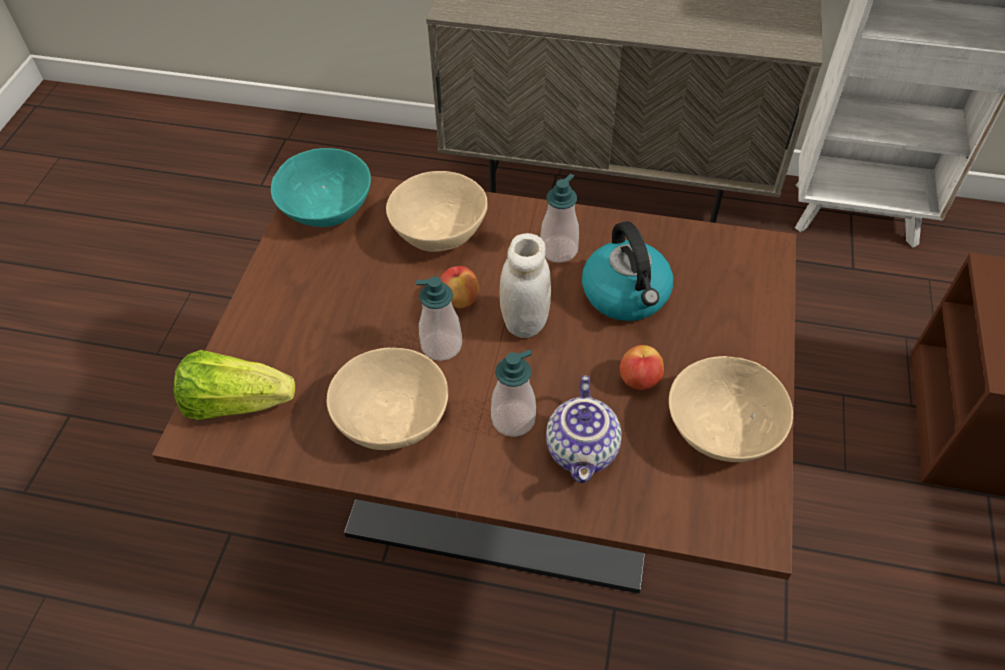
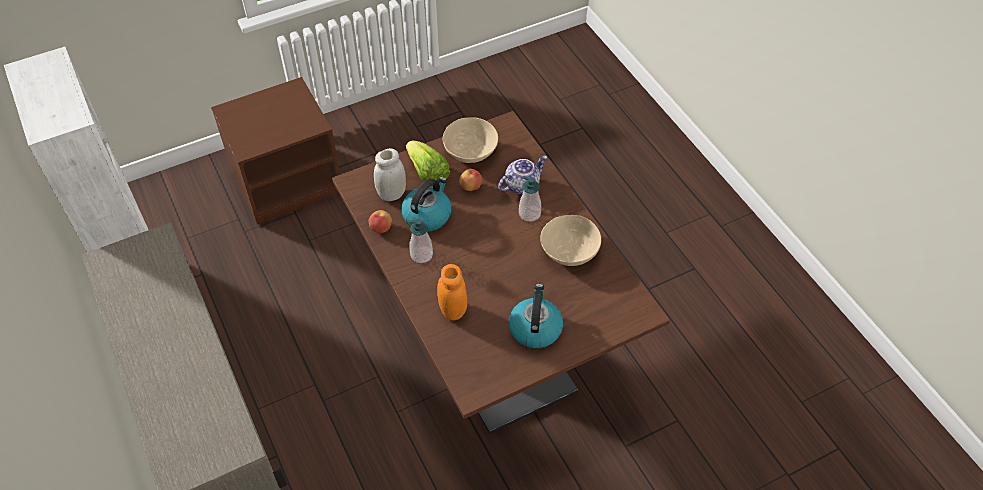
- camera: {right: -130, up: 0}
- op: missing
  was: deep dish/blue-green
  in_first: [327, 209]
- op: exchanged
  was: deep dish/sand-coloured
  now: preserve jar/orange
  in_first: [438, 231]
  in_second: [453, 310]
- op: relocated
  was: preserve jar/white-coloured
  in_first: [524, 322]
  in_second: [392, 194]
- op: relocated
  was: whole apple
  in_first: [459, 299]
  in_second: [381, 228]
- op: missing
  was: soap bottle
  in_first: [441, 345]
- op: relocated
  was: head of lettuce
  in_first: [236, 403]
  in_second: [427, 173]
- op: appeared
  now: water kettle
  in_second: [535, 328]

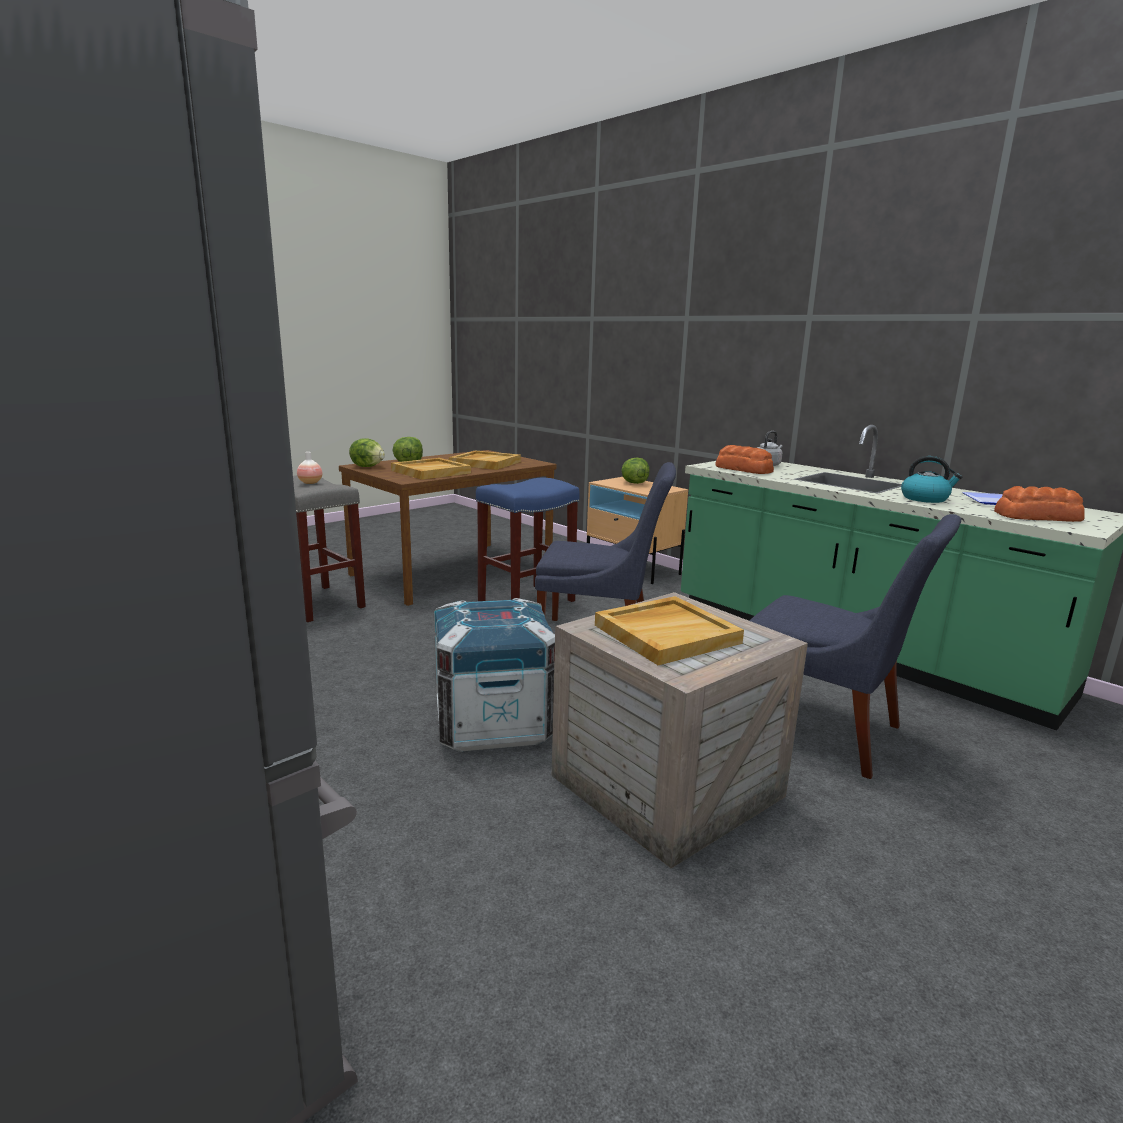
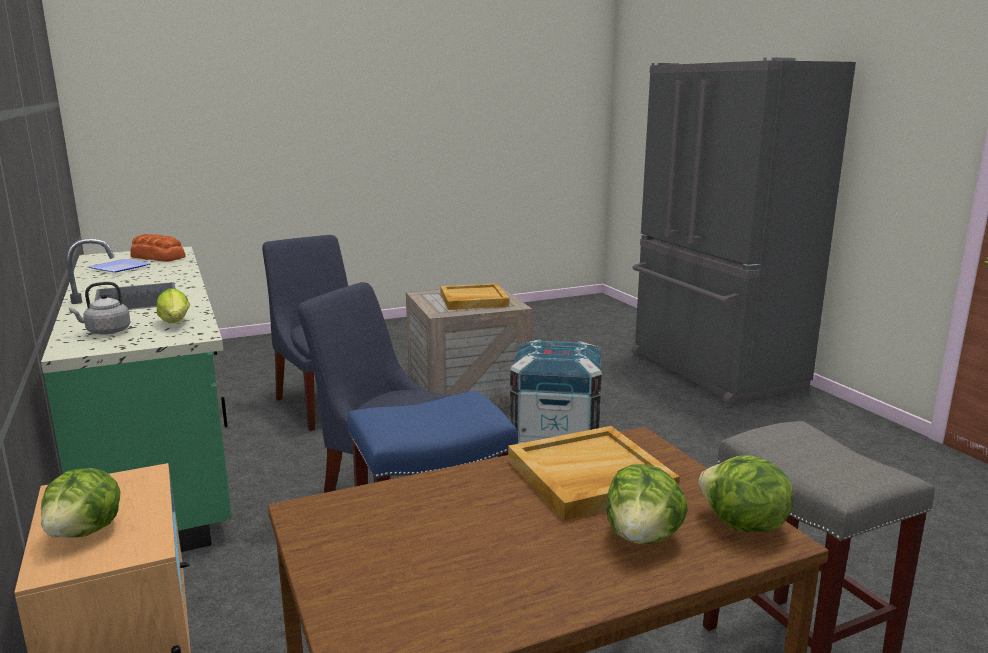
- camera: {right: -160, up: 0}
- op: exchanged
  was: baked bread
  now: head of lettuce
  in_first: [744, 469]
  in_second: [175, 323]
- op: missing
  was: tray/sand-coloured
  in_first: [485, 463]
- op: missing
  was: decorative vase
  in_first: [310, 483]
- op: missing
  was: water kettle
  in_first: [925, 499]

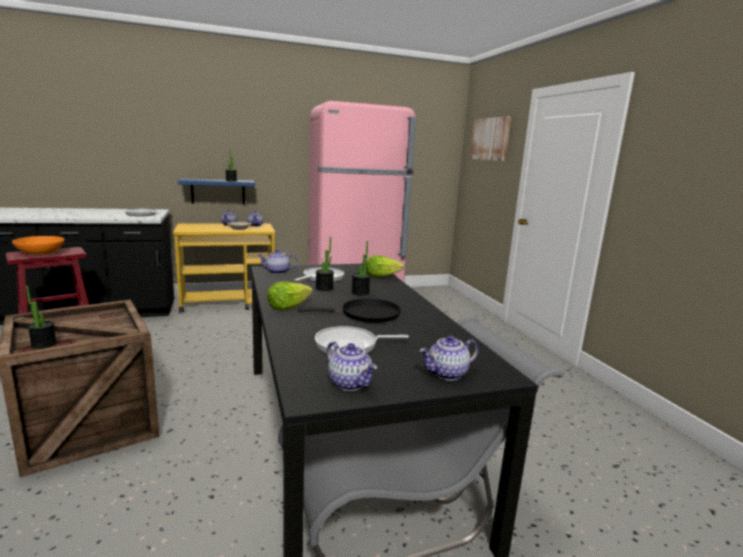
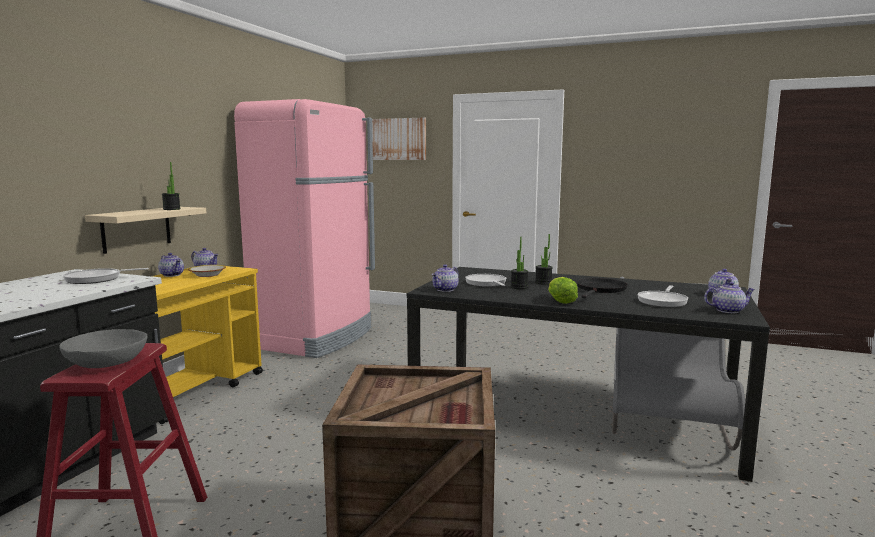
- camera: {right: -50, up: -5}
- op: colour
  was: shelf/bluish
  now: shelf/sand-coloured
  in_first: [218, 191]
  in_second: [136, 229]
- op: colour
  was: deep dish/orange
  now: deep dish/grey
  in_first: [40, 253]
  in_second: [107, 363]
- op: missing
  was: head of lettuce
  in_first: [382, 276]
- op: missing
  was: potted plant
  in_first: [44, 344]

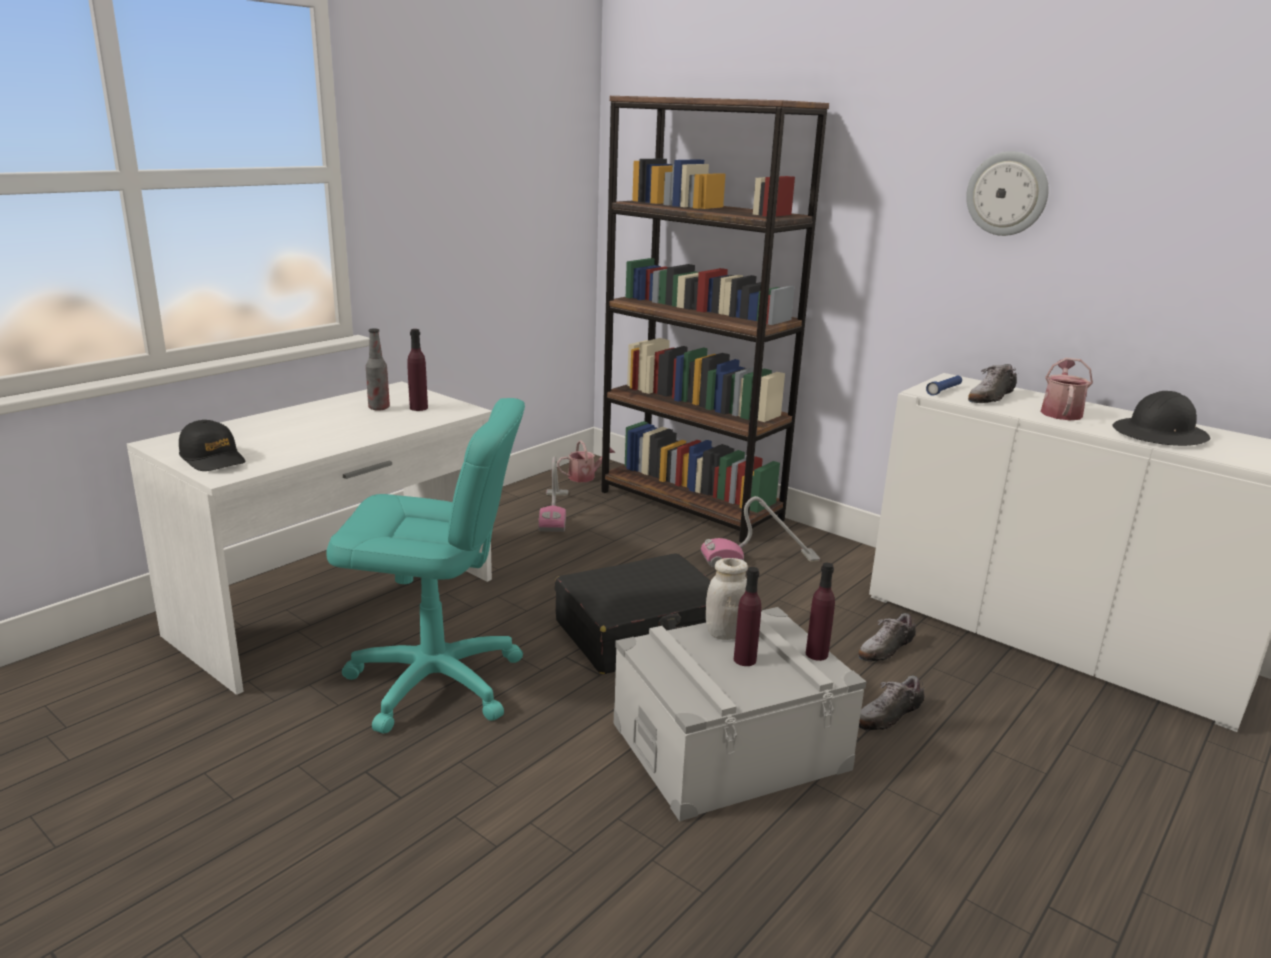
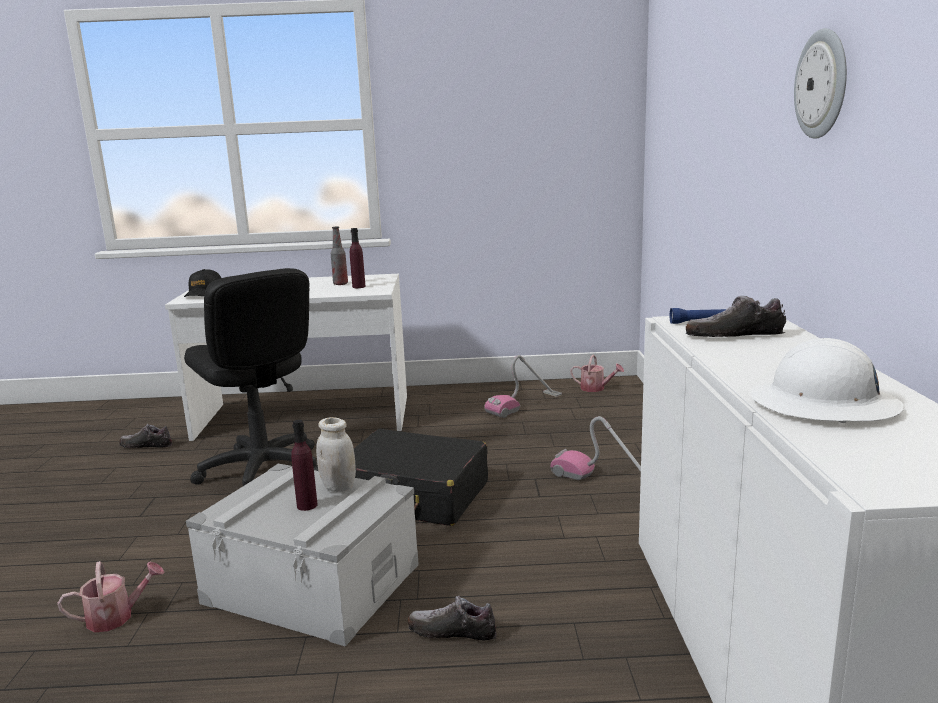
- camera: {right: 50, up: -5}
- op: missing
  was: shelving unit/brown
  in_first: [691, 506]
- op: relocated
  was: watering can
  in_first: [1060, 412]
  in_second: [117, 616]
- op: colour
  was: work helmet/black-coloured
  now: work helmet/white-coloured
  in_first: [1160, 435]
  in_second: [823, 404]
- op: colour
  was: computer chair/blue-green
  now: computer chair/black-coloured
  in_first: [435, 682]
  in_second: [262, 471]
- op: missing
  was: bottle/purplish
  in_first: [816, 654]
- op: relocated
  was: shoe
  in_first: [885, 649]
  in_second: [146, 446]

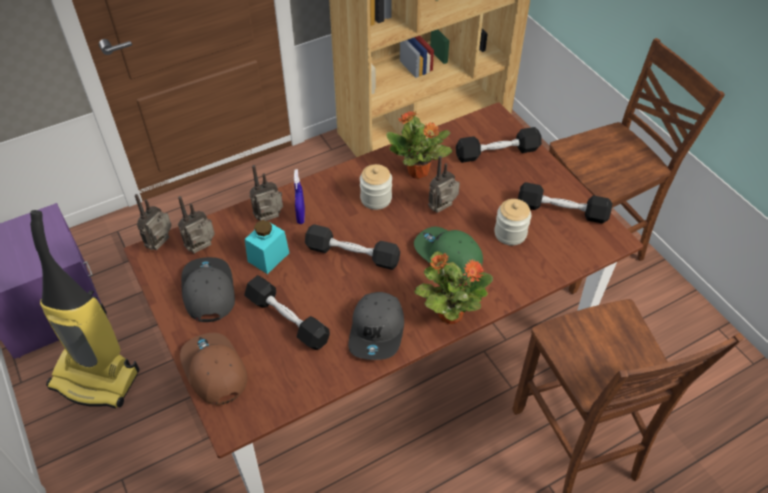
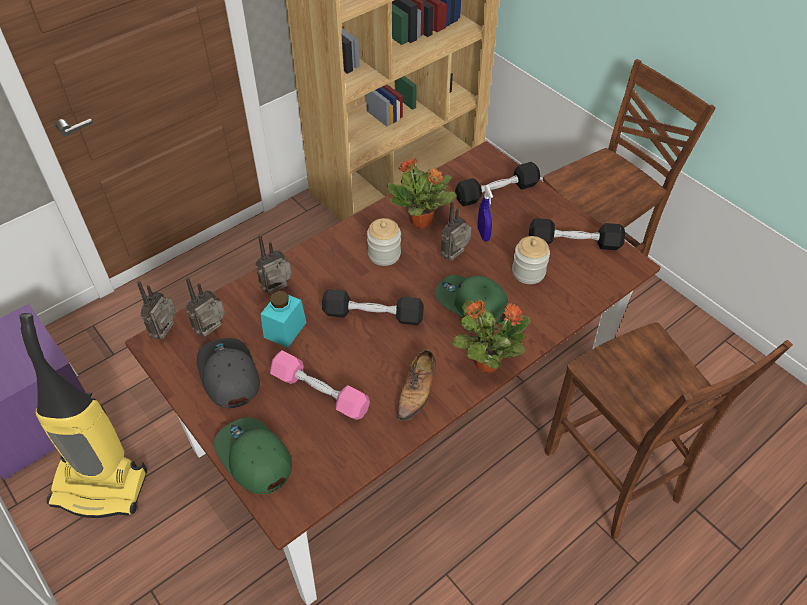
- camera: {right: -10, up: 0}
- op: relocated
  was: spray bottle/bluish
  in_first: [301, 216]
  in_second: [483, 234]
- op: colour
  was: dumbbell/black-coloured
  now: dumbbell/pinkish
  in_first: [287, 319]
  in_second: [320, 392]
- op: exchanged
  was: peaked cap/grey
  now: shoe
  in_first: [377, 331]
  in_second: [417, 391]
- op: colour
  was: peaked cap/brown
  now: peaked cap/green-coloured
  in_first: [214, 371]
  in_second: [253, 458]

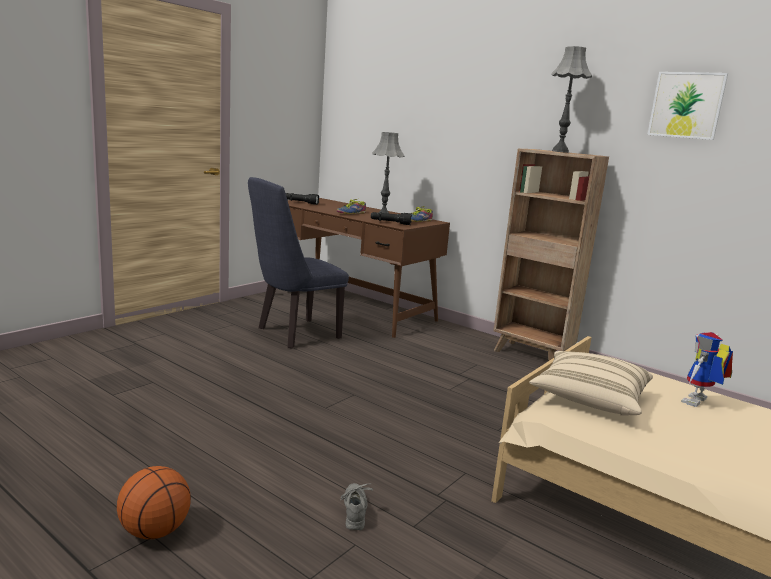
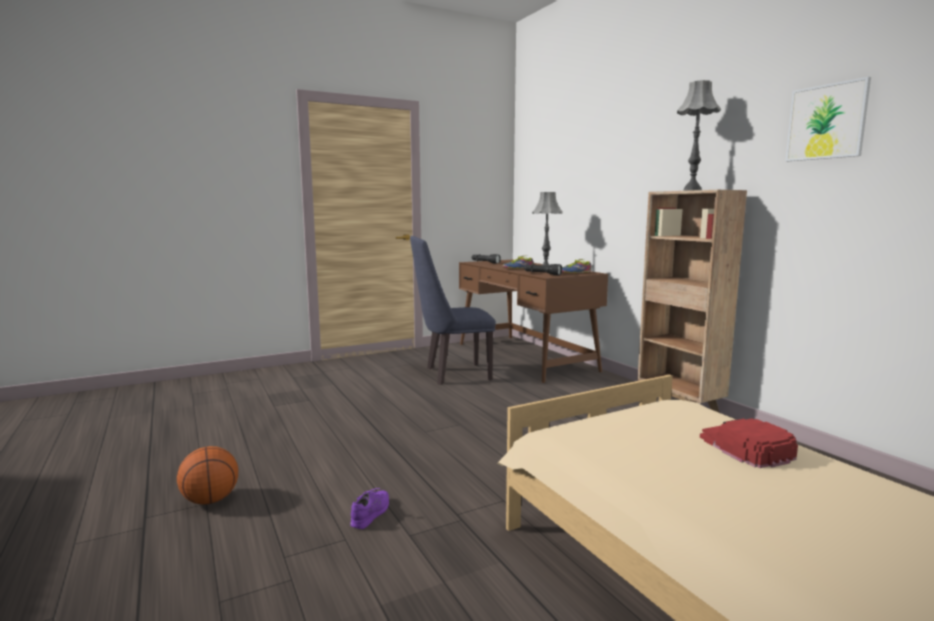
- camera: {right: 25, up: -5}
- op: exchanged
  was: model robot
  now: peaked cap/red
  in_first: [698, 403]
  in_second: [744, 448]
- op: missing
  was: cushion/sand-coloured
  in_first: [589, 399]
- op: colour
  was: shoe/grey
  now: shoe/purplish
  in_first: [355, 510]
  in_second: [371, 513]

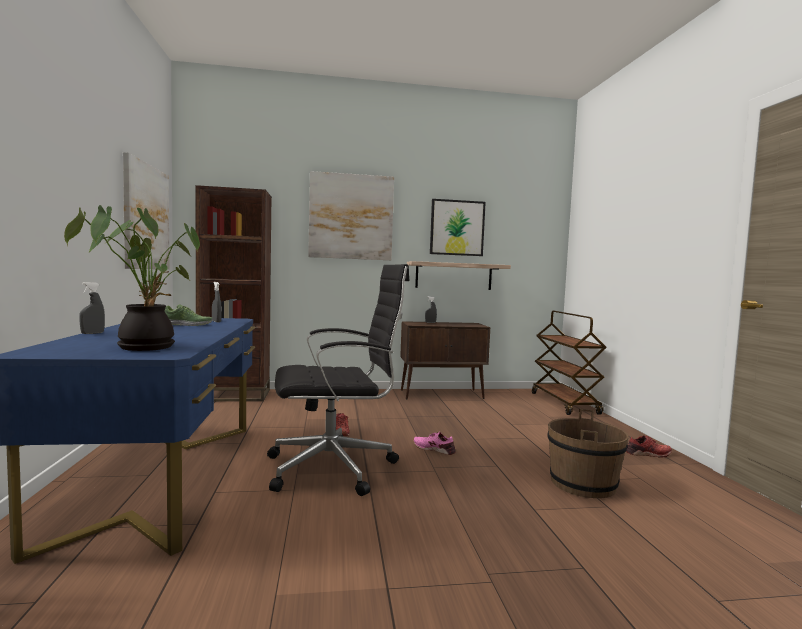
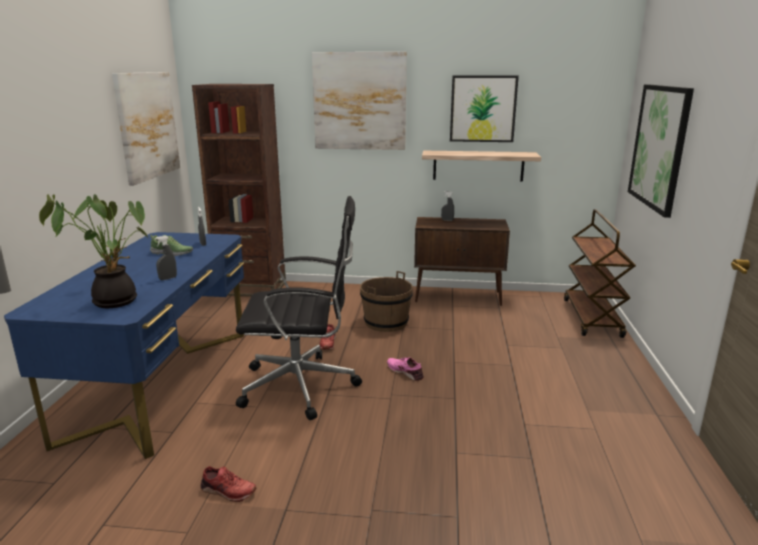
- camera: {right: 15, up: 15}
- op: relocated
  was: spray bottle/grey
  in_first: [92, 333]
  in_second: [168, 278]
- op: relocated
  was: pail/brown
  in_first: [583, 484]
  in_second: [386, 322]
- op: relocated
  was: shoe/red
  in_first: [648, 454]
  in_second: [227, 491]
- op: appeared
  now: wall picture
  in_second: [659, 147]

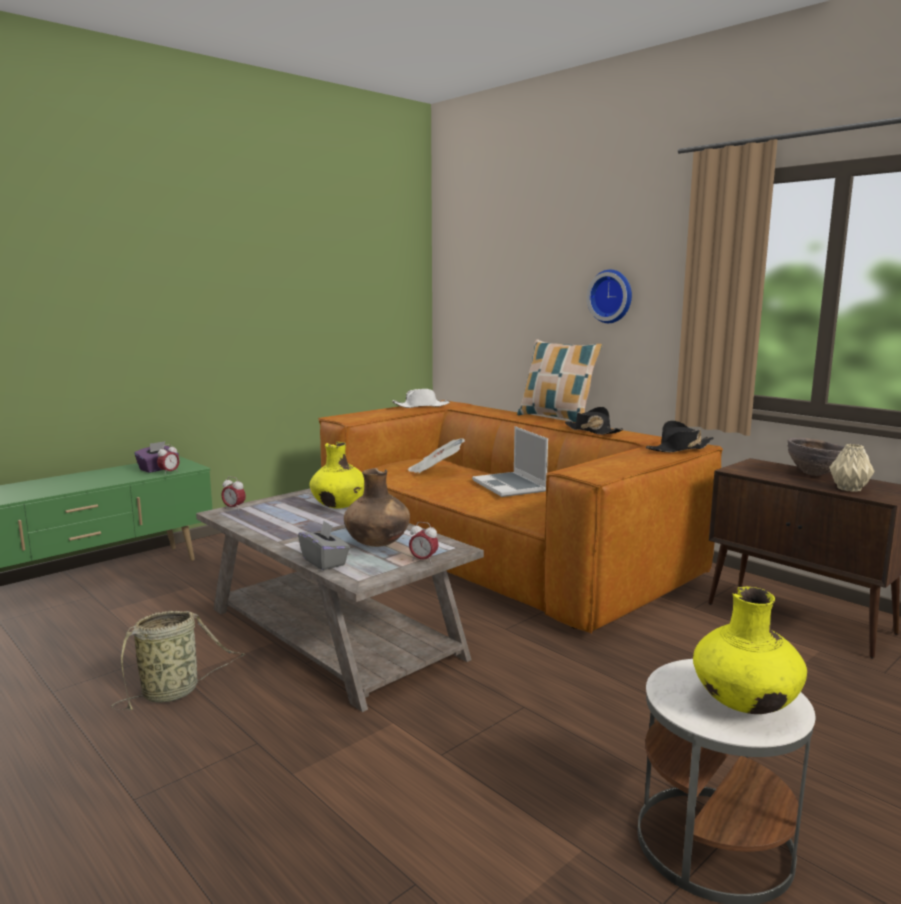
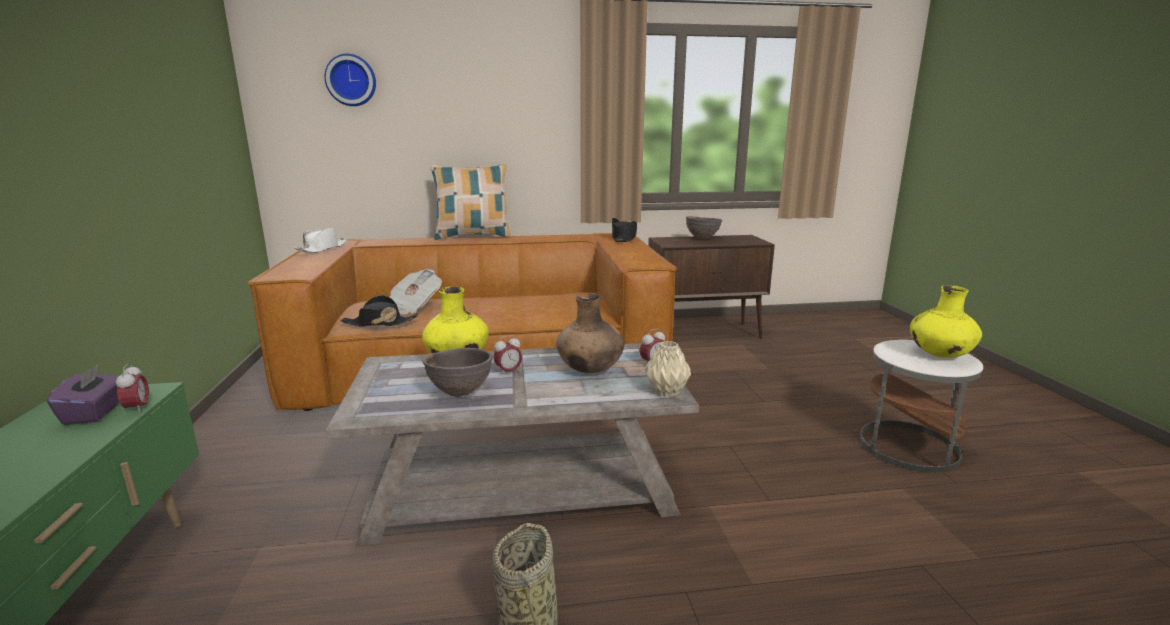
- camera: {right: -55, up: 5}
- op: relocated
  was: wall clock
  in_first: [611, 296]
  in_second: [351, 80]
- op: relocated
  was: hat/black-coloured
  in_first: [592, 431]
  in_second: [380, 323]
- op: missing
  was: laptop
  in_first: [510, 486]
- op: relocated
  was: decorative vase/sand-coloured
  in_first: [848, 489]
  in_second: [666, 392]
- op: relocated
  was: bedside clock
  in_first: [234, 508]
  in_second: [508, 372]
- op: missing
  was: tissue box/grey
  in_first: [324, 562]
- op: appeared
  now: deep dish/brown
  in_second: [460, 393]

